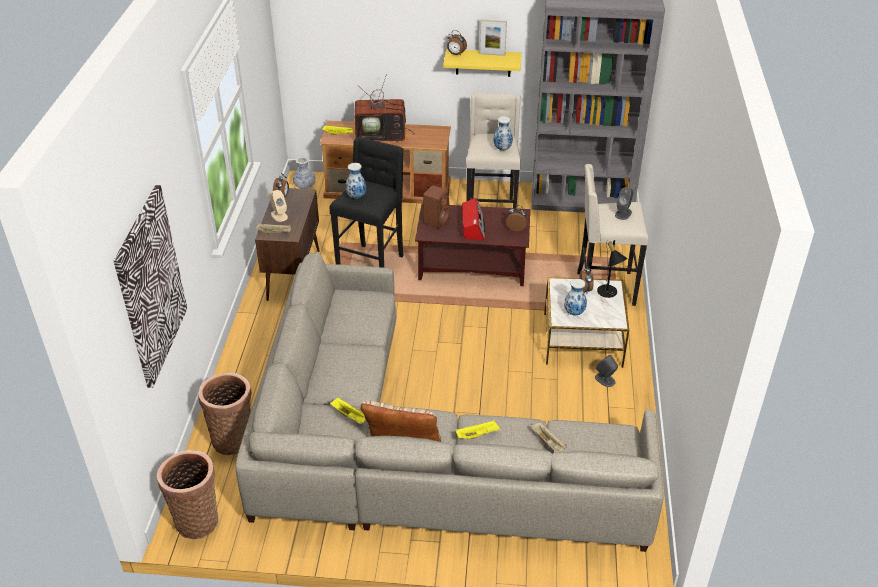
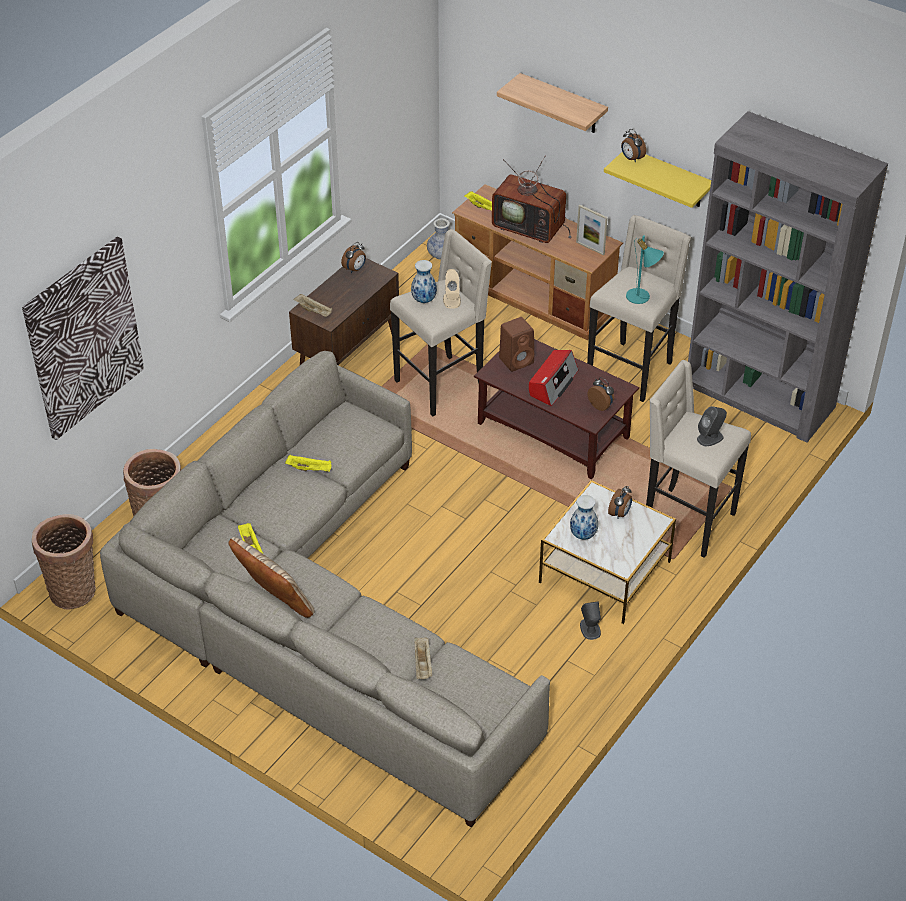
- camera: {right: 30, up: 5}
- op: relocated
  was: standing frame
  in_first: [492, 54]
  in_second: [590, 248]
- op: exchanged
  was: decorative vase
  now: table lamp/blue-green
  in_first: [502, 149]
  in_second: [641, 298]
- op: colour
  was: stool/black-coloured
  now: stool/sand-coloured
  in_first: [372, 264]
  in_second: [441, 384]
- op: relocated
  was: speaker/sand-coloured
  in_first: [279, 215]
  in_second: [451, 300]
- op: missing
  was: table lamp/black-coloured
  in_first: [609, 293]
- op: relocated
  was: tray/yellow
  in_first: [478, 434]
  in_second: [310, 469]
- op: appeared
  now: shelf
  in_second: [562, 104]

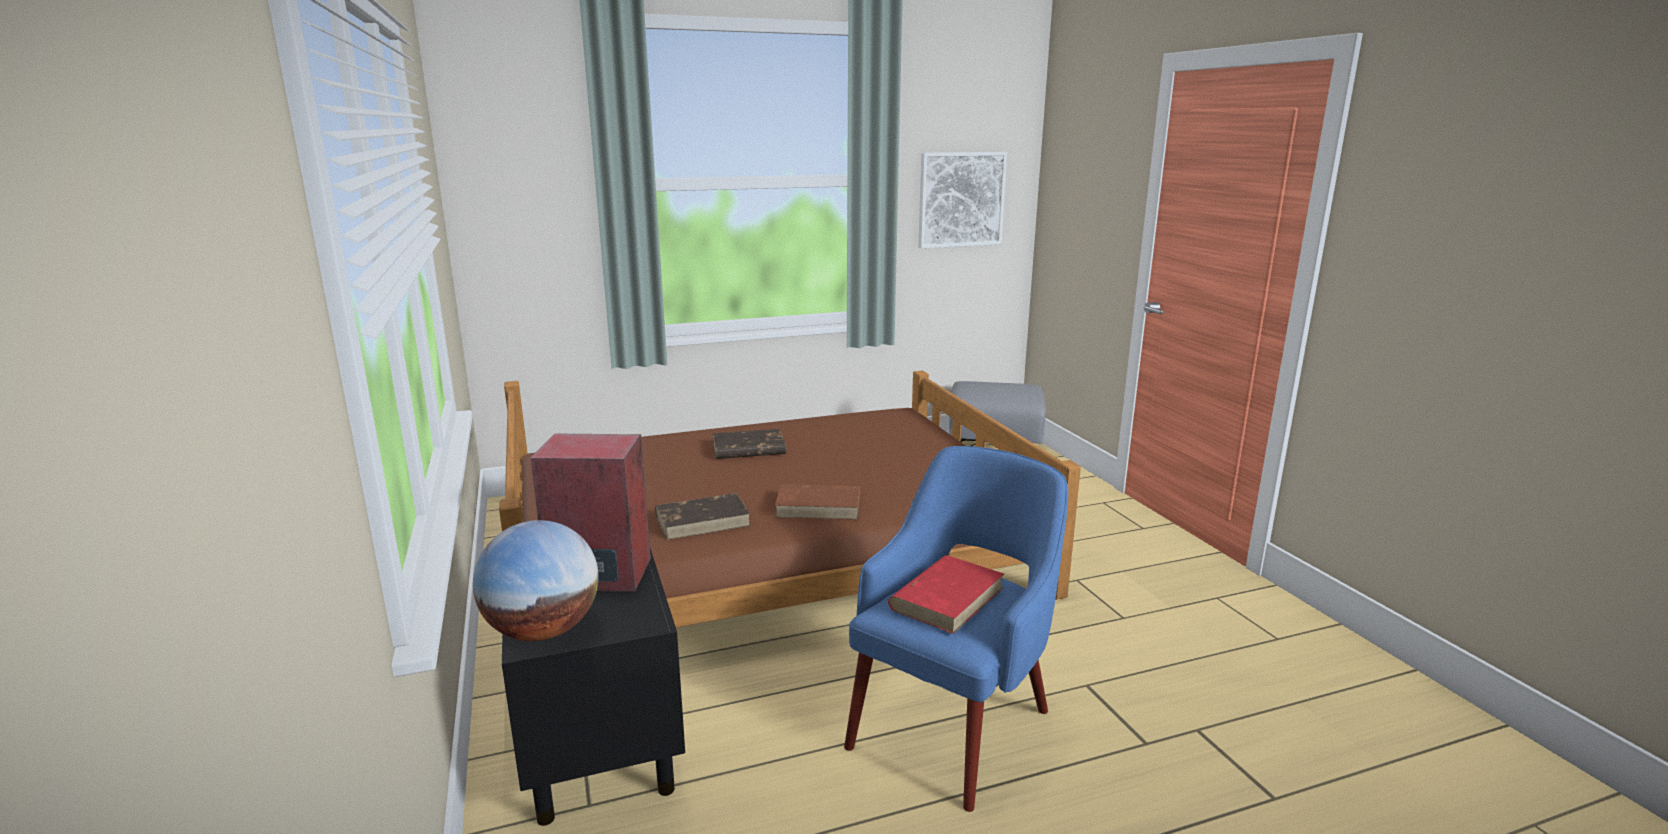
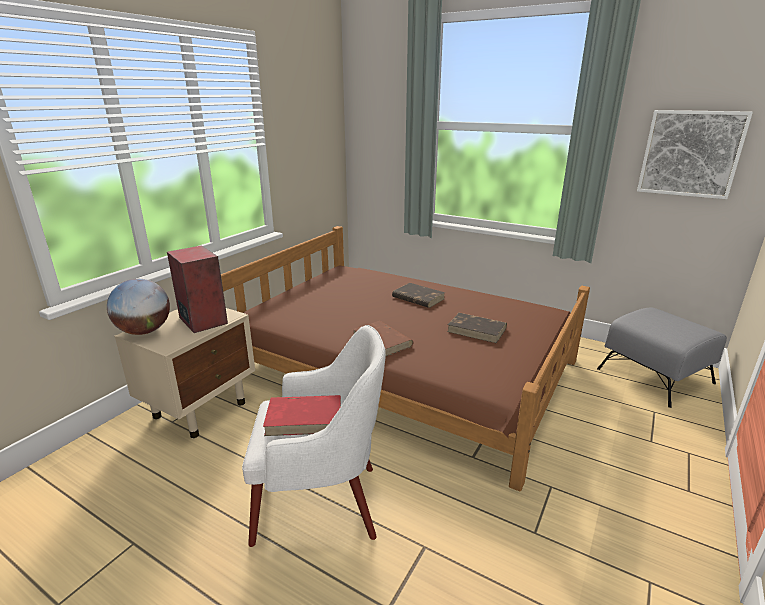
- camera: {right: 50, up: 5}
- op: colour
  was: easy chair/bluish
  now: easy chair/white-coloured
  in_first: [954, 725]
  in_second: [321, 503]
- op: relocated
  was: book/brown
  in_first: [703, 520]
  in_second: [477, 330]
- op: colour
  was: nightstand/black-coloured
  now: nightstand/sand-coloured
  in_first: [601, 760]
  in_second: [201, 409]

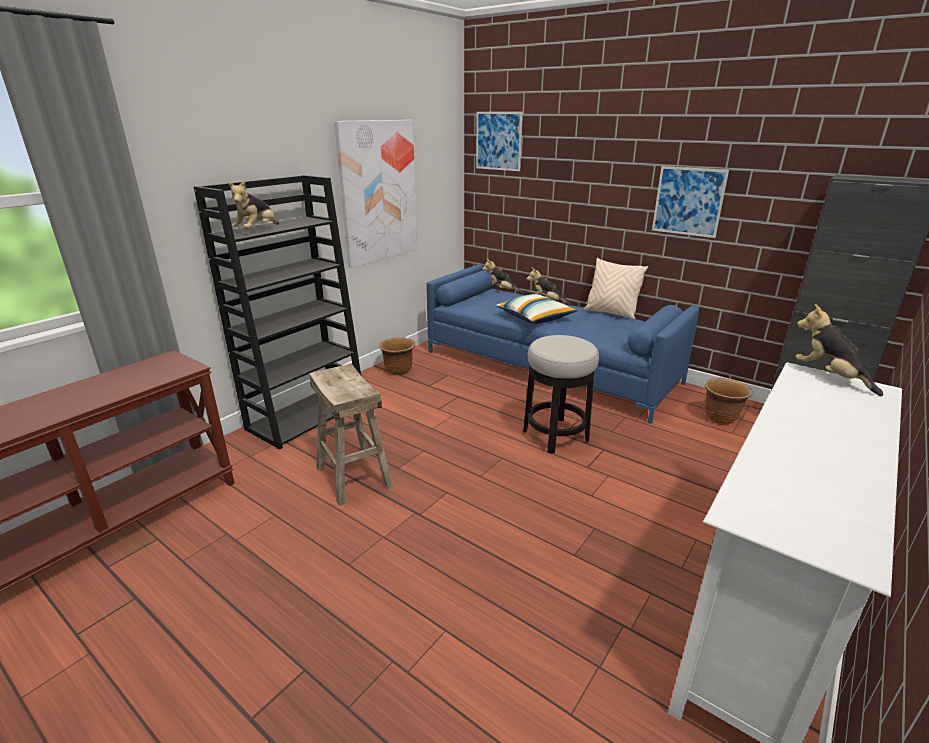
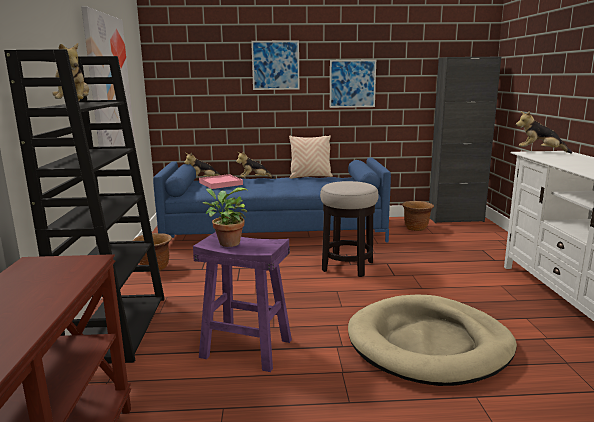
- camera: {right: -40, up: -10}
- op: relocated
  was: wall picture
  in_first: [498, 141]
  in_second: [275, 65]
- op: missing
  was: cushion
  in_first: [535, 318]
- op: colour
  was: stool/sand-coloured
  now: stool/purplish
  in_first: [353, 476]
  in_second: [246, 348]
- op: appeared
  now: tray/pinkish
  in_second: [221, 183]
- op: appeared
  now: potted plant
  in_second: [226, 243]
- op: appeared
  now: dog bed/sand-coloured
  in_second: [429, 344]

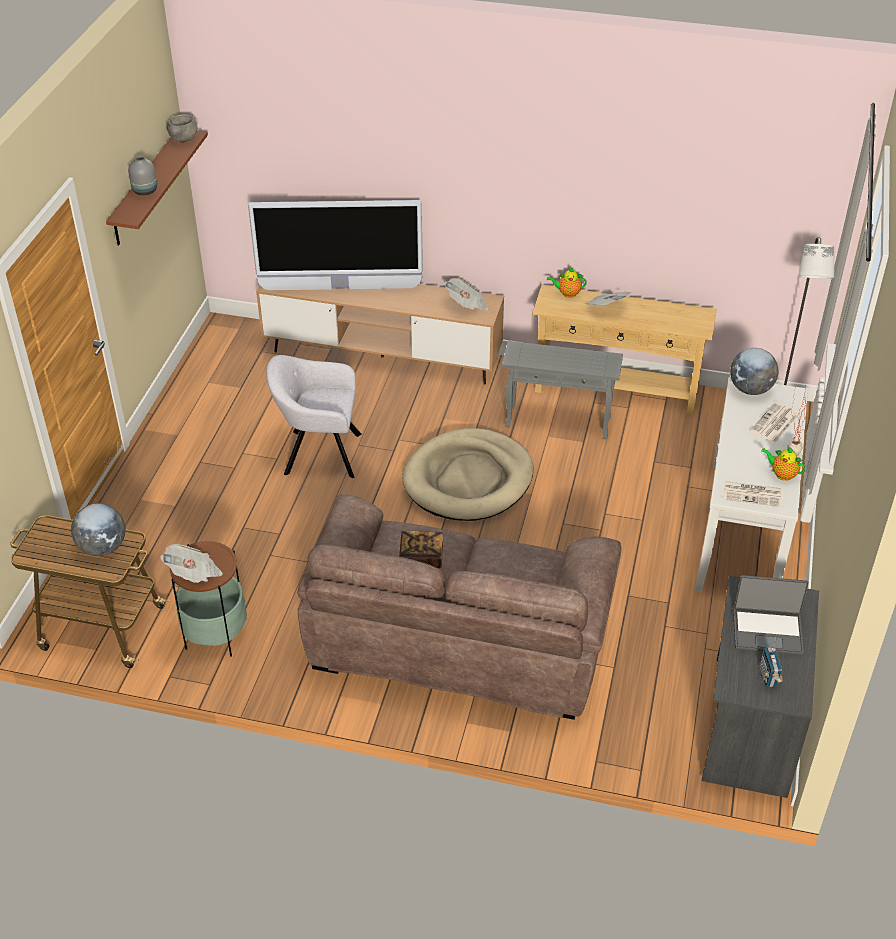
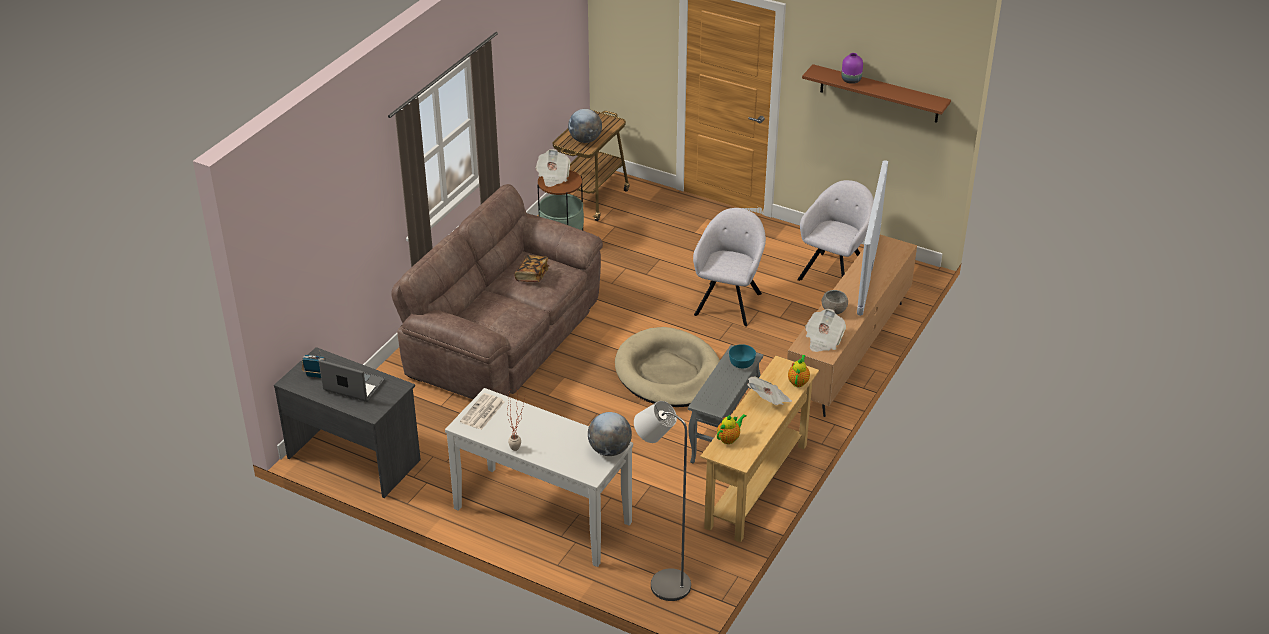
- camera: {right: 105, up: -5}
- op: relocated
  was: deep dish/grey
  in_first: [183, 139]
  in_second: [833, 311]
- op: colour
  was: decorative vase/grey
  now: decorative vase/purplish
  in_first: [145, 191]
  in_second: [851, 80]
- op: missing
  was: newspaper
  in_first: [774, 424]
- op: relocated
  was: tea pot
  in_first: [782, 474]
  in_second: [729, 438]
- op: spun
  was: laptop
  in_first: [767, 631]
  in_second: [353, 386]
  clockwise: 90
- op: appeared
  now: easy chair/grey
  in_second: [834, 272]
- op: appeared
  now: deep dish/blue-green
  in_second: [741, 362]

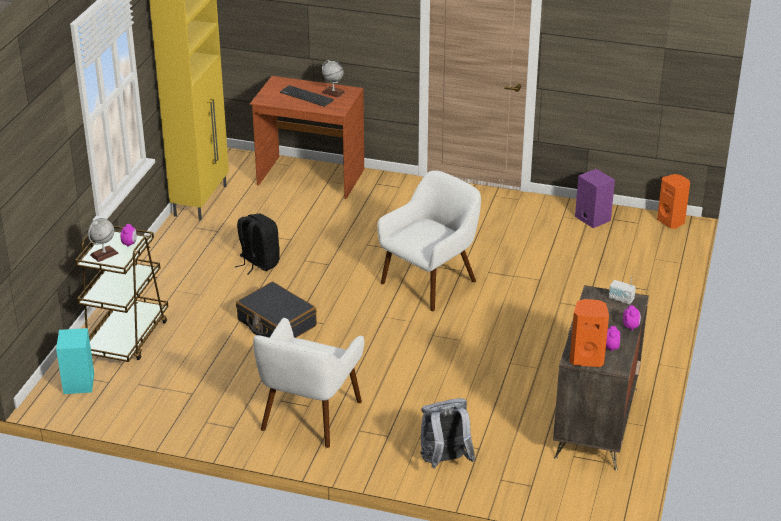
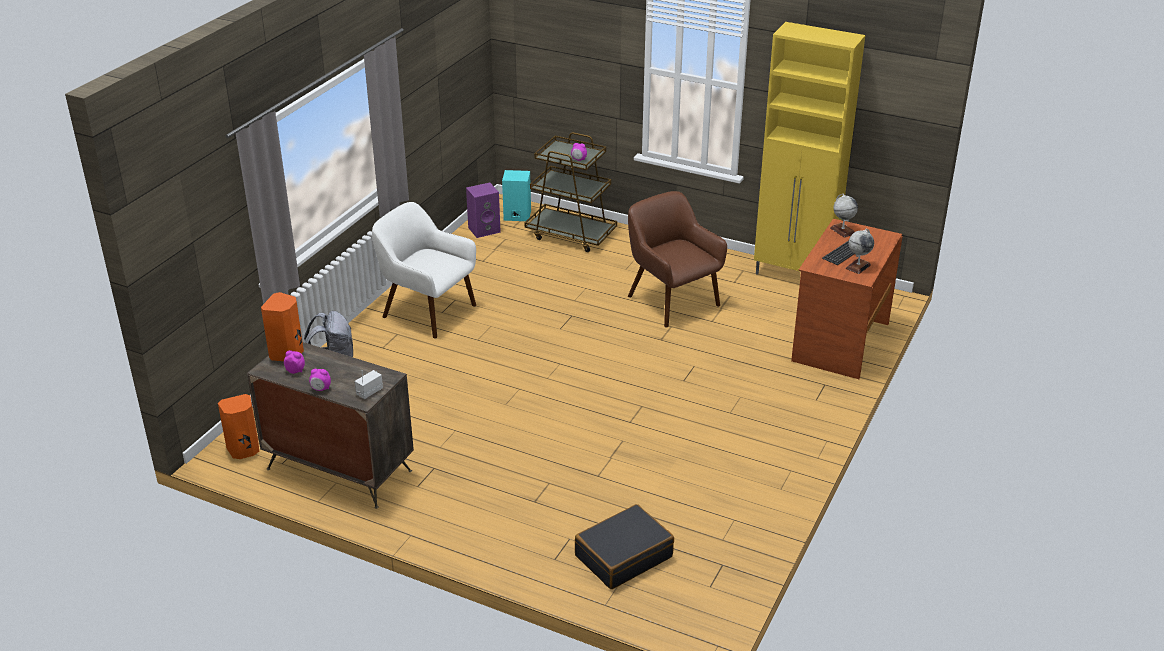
- camera: {right: 100, up: 0}
- op: relocated
  was: speaker/purplish
  in_first: [591, 218]
  in_second: [484, 229]
- op: missing
  was: easy chair/white-coloured
  in_first: [430, 282]
- op: relocated
  was: speaker/orange
  in_first: [671, 221]
  in_second: [244, 450]
- op: exchanged
  was: knapsack/black-coloured
  now: easy chair/brown
  in_first: [258, 263]
  in_second: [671, 301]
- op: relocated
  was: desk globe
  in_first: [104, 254]
  in_second: [842, 230]
- op: relocated
  was: travel case/black-coloured
  in_first: [276, 323]
  in_second: [623, 556]

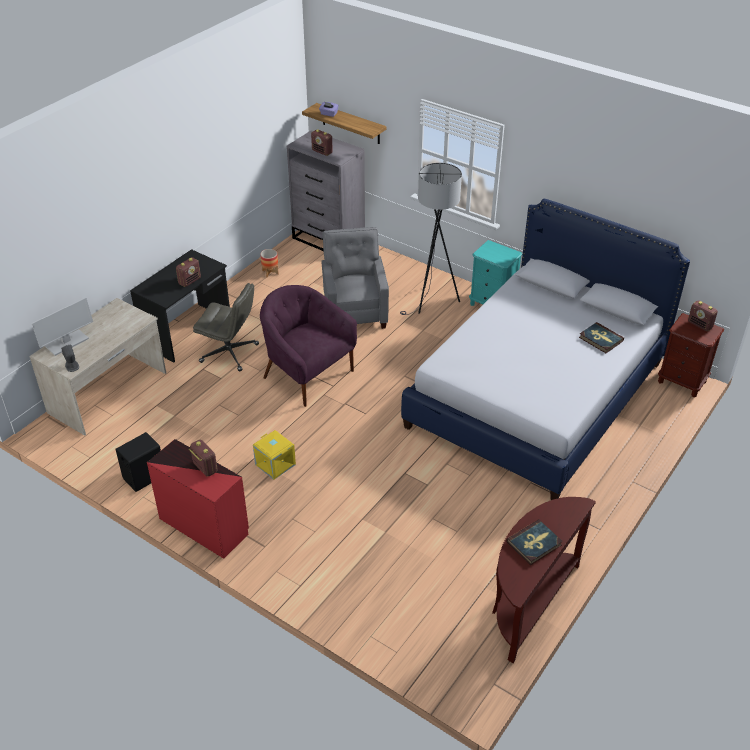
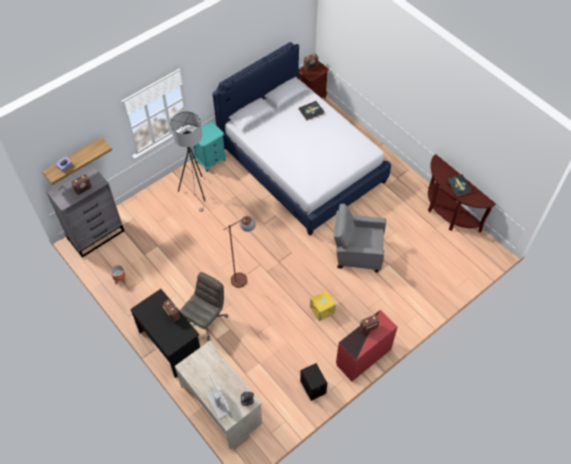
- camera: {right: -75, up: 15}
- op: relocated
  was: easy chair/grey
  in_first: [355, 311]
  in_second: [357, 253]
- op: exchanged
  was: easy chair/purplish
  now: standing lamp/brown
  in_first: [307, 374]
  in_second: [244, 277]

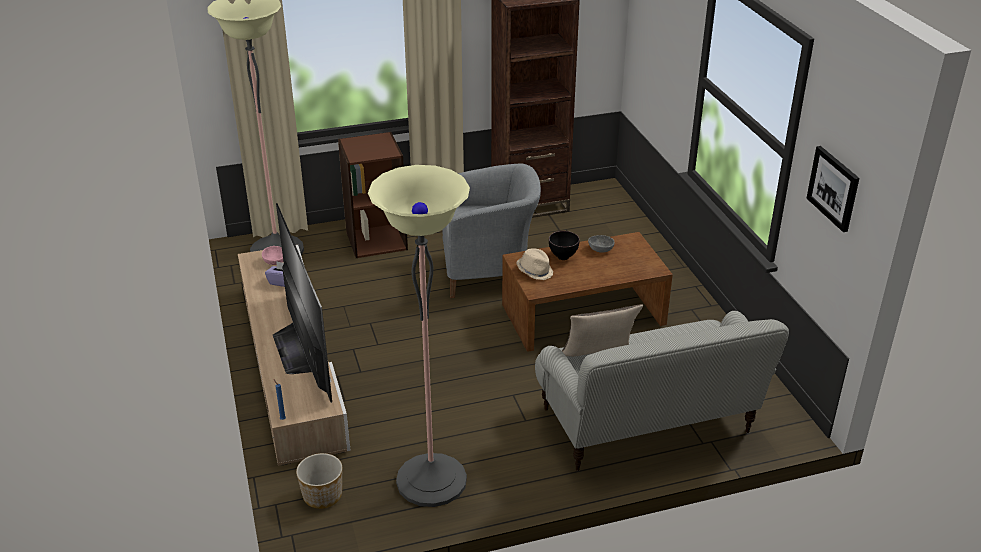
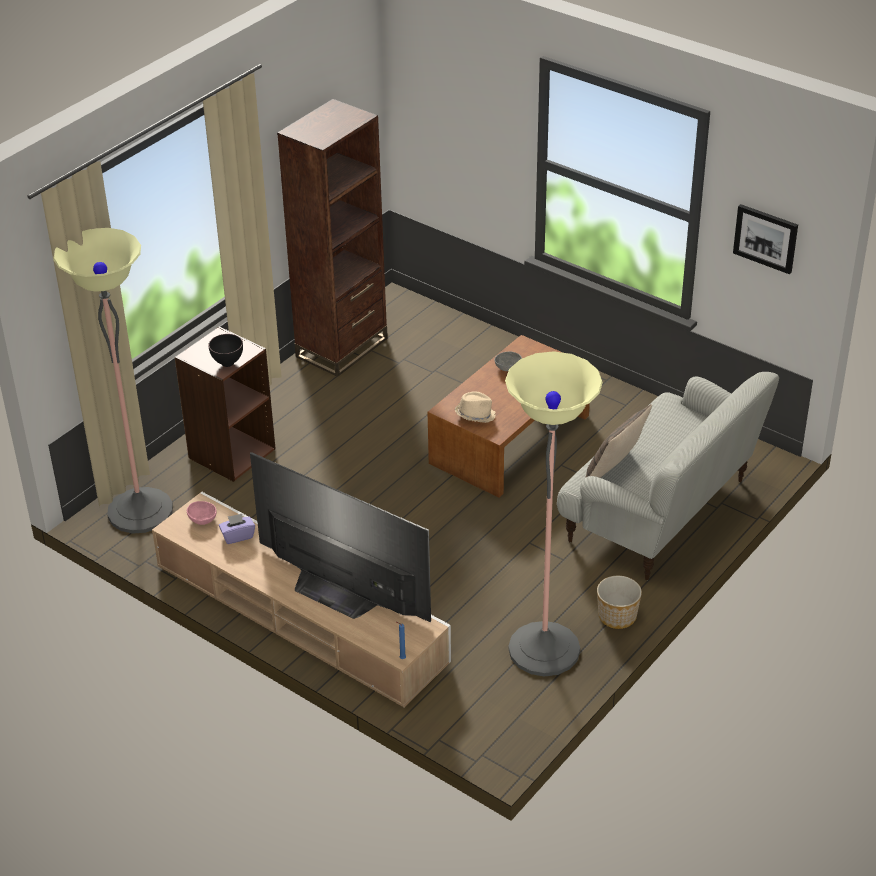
- camera: {right: -35, up: 5}
- op: missing
  was: easy chair/grey
  in_first: [490, 274]
- op: relocated
  was: deep dish/black-coloured
  in_first: [563, 258]
  in_second: [228, 364]
- op: relocated
  was: planter
  in_first: [322, 496]
  in_second: [617, 617]

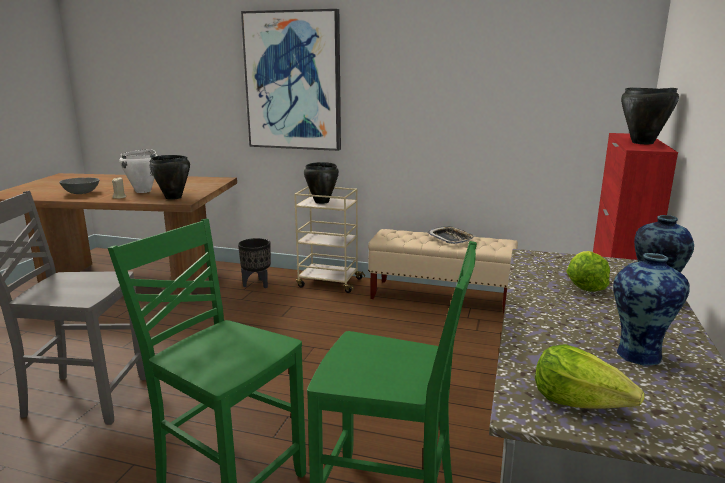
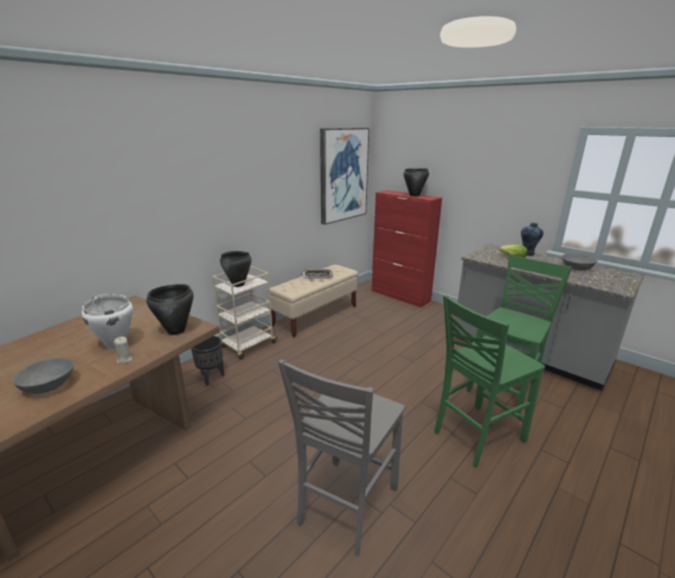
- camera: {right: -65, up: 5}
- op: relocated
  was: wall picture
  in_first: [293, 81]
  in_second: [343, 175]
- op: exchanged
  was: decorative vase
  now: deep dish/grey
  in_first: [639, 354]
  in_second: [576, 268]
- op: missing
  was: head of lettuce
  in_first: [579, 402]

